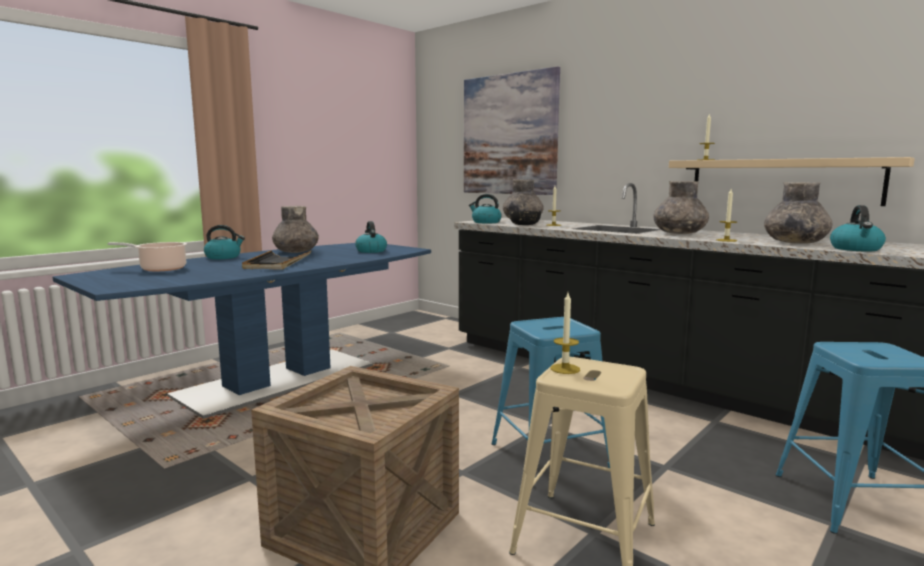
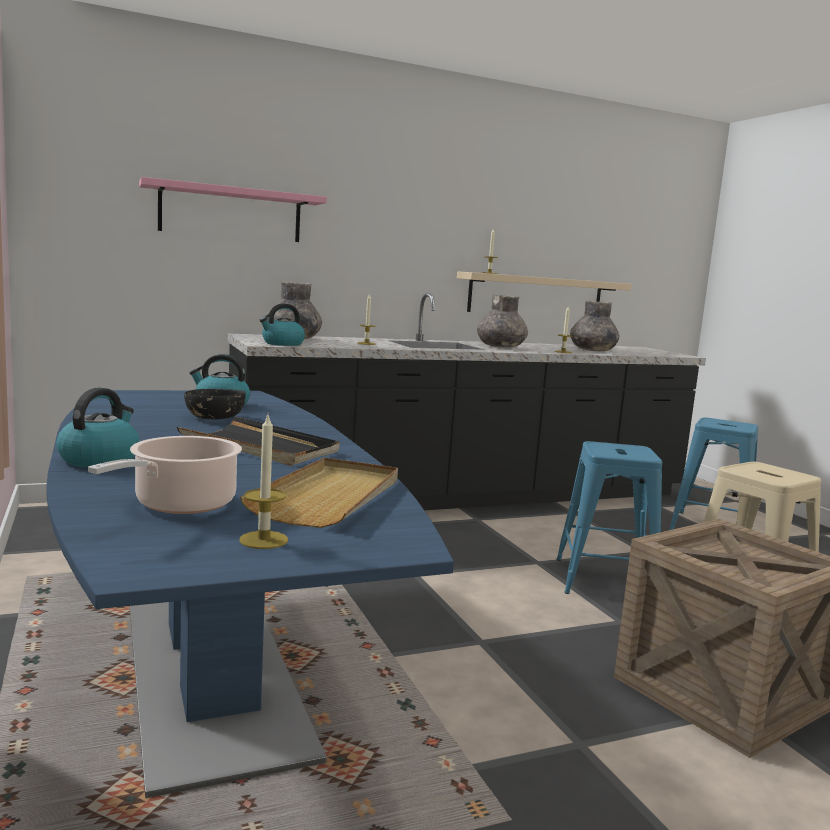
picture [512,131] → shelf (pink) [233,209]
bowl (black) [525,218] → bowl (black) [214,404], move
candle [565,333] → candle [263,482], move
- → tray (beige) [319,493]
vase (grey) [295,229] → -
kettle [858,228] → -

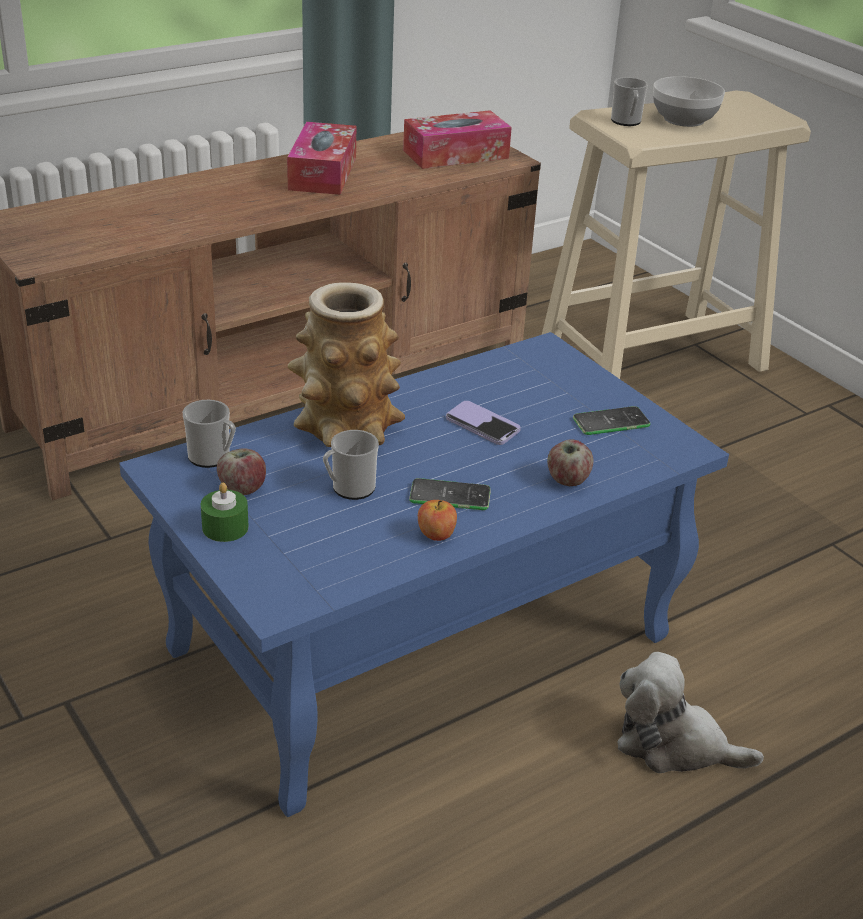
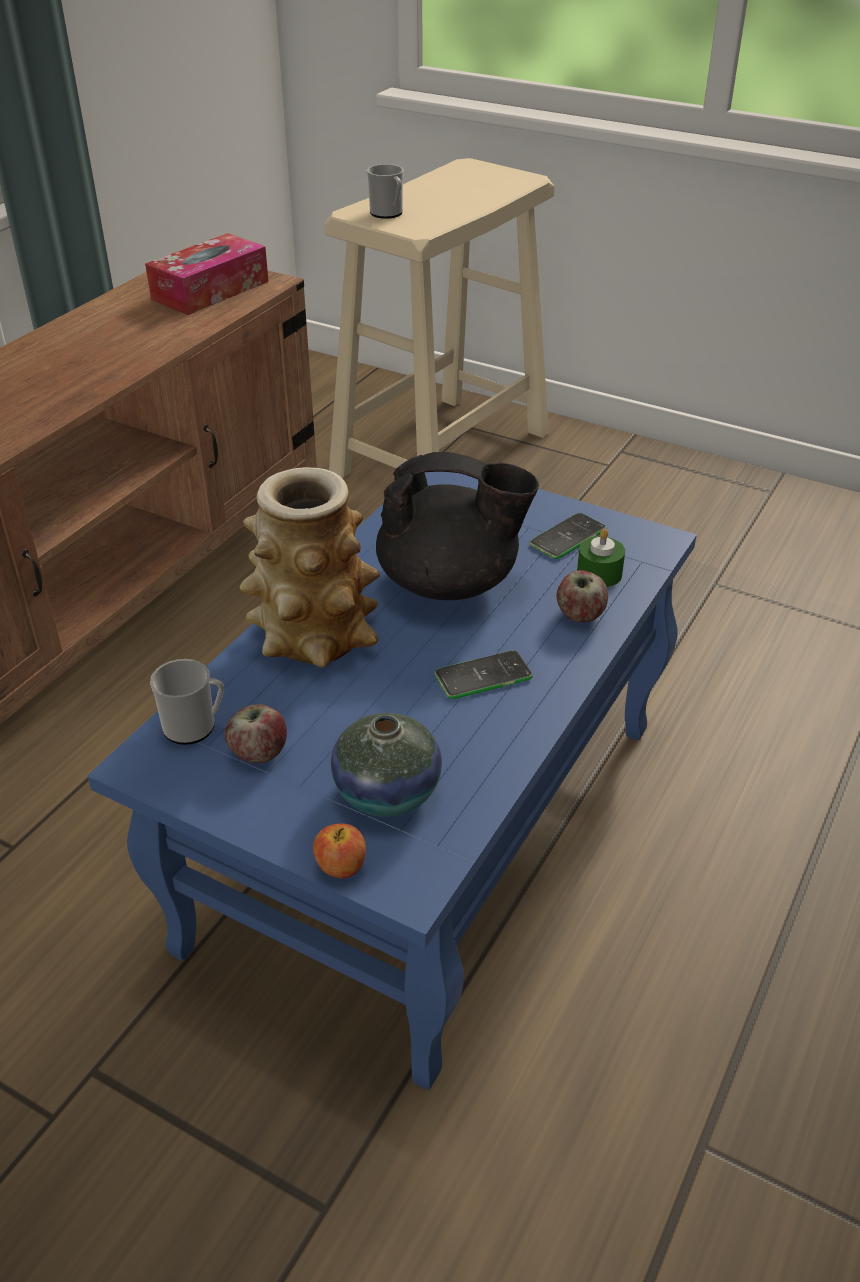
apple [437,520] → apple [339,850], move
- → vase [386,765]
phone [483,423] → teapot (black) [457,526]
candle (green) [225,512] → candle (green) [601,557], move
tissue box [321,158] → -
mug [351,465] → -
plush toy [691,712] → -
bowl [689,101] → -

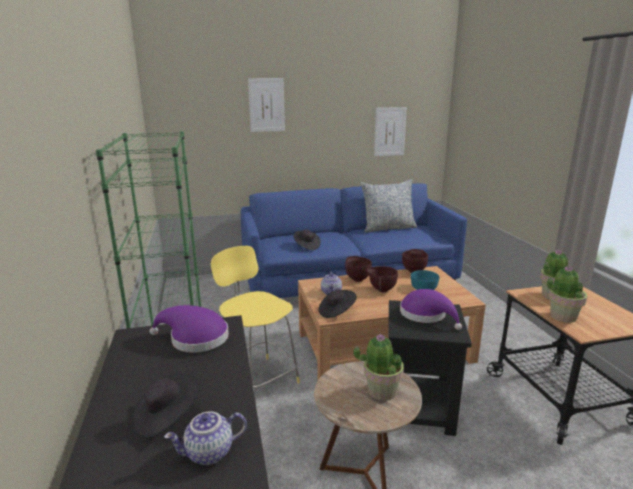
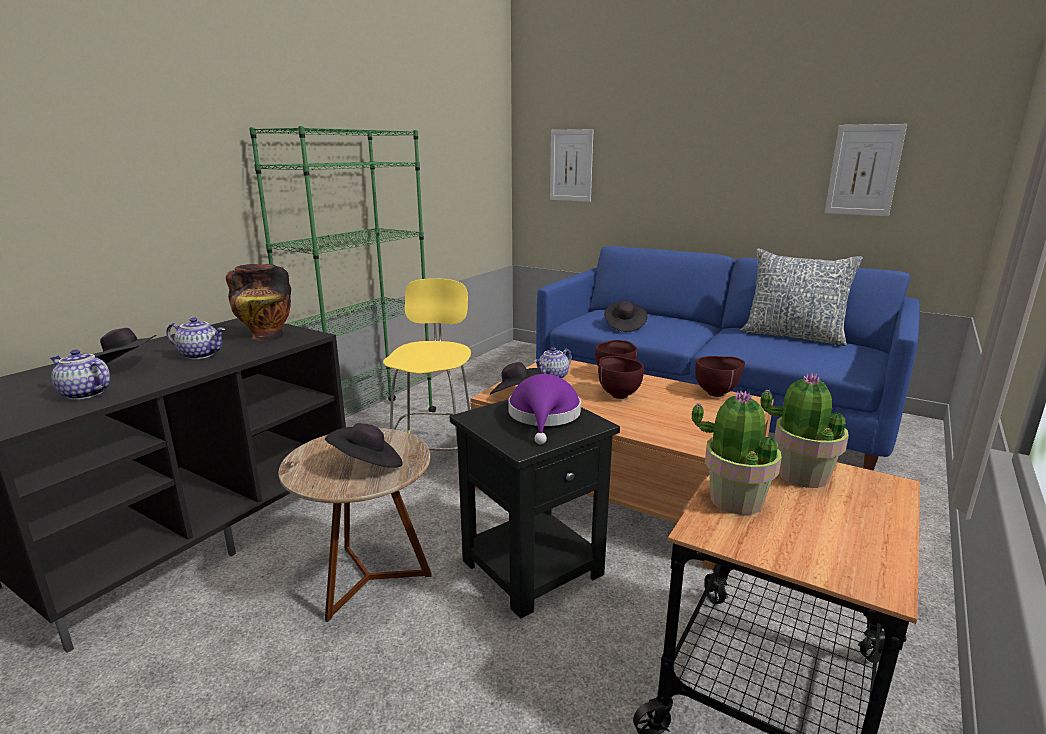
- → teapot [196,338]
hat (purple) [189,329] → vase [258,302]
potted plant [379,367] → hat (black) [364,445]
picture [266,105] → picture [572,165], move
bowl (turquoise) [425,280] → -

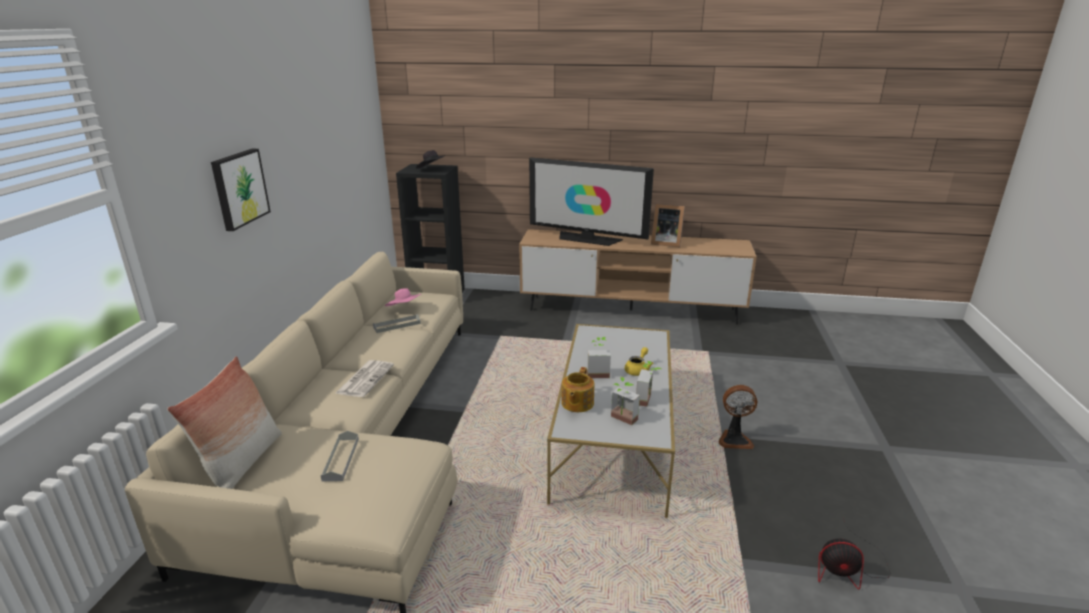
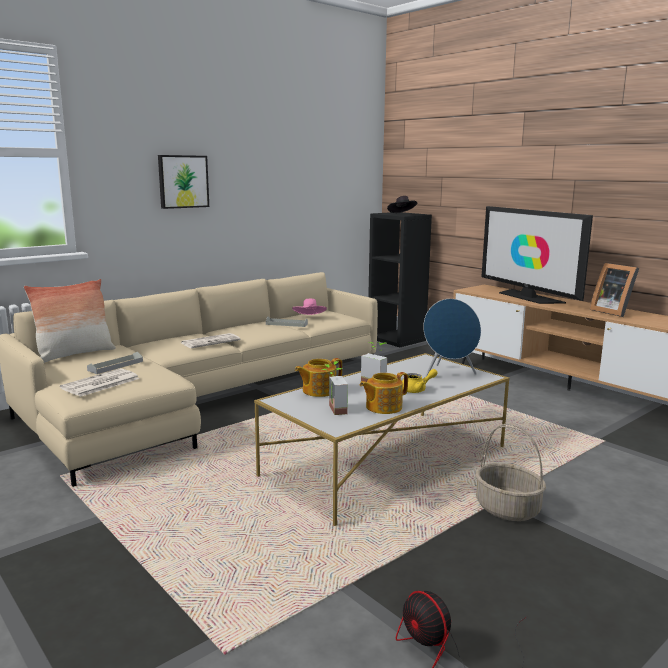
- → newspaper [100,382]
potted plant [648,384] → teapot [384,393]
- → speaker (blue) [452,338]
fan [738,417] → basket [510,472]

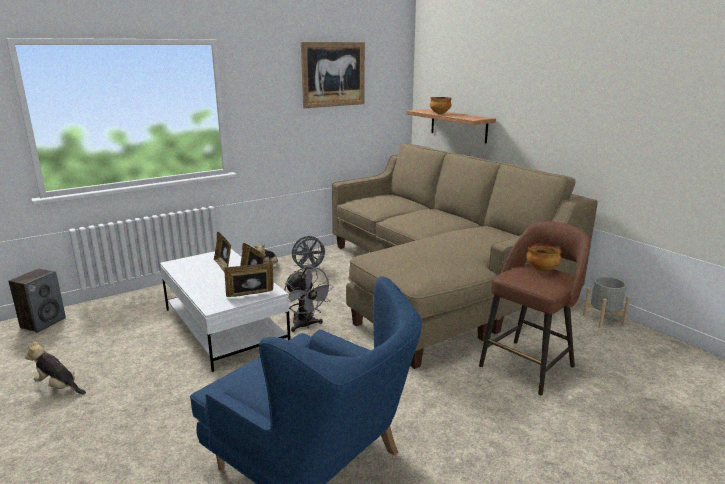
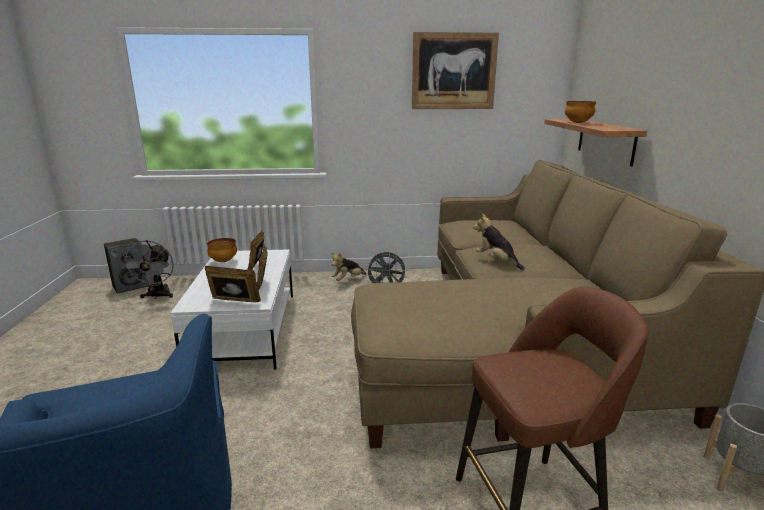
fan (grey) [309,299] → fan (grey) [148,269], move
bowl [544,256] → bowl [222,250], move
plush toy [55,367] → plush toy [499,241], move

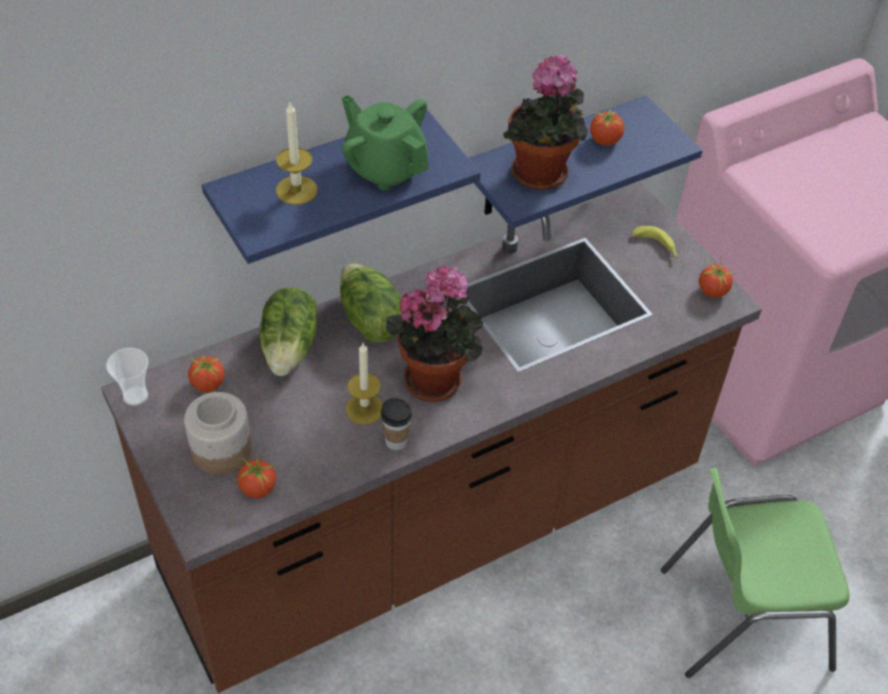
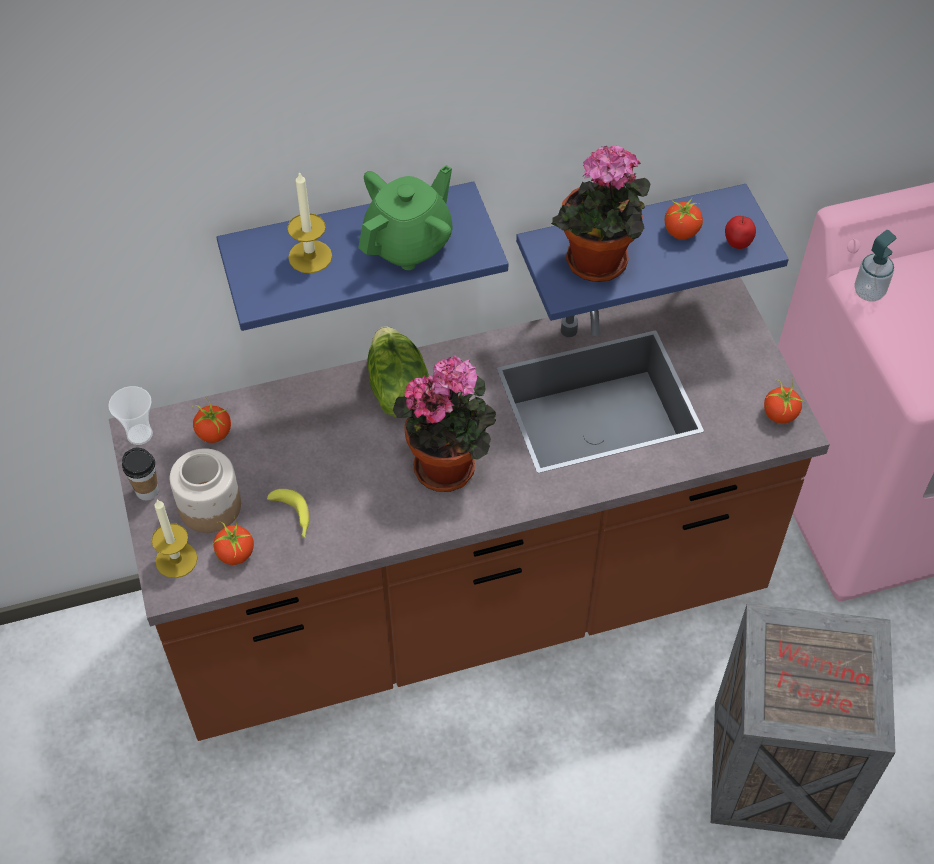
cup [396,424] → cup [140,474], move
candle [364,383] → candle [174,538], move
banana [655,241] → banana [288,513], move
teapot (green) [385,143] → teapot (green) [405,217], 75 degrees clockwise
chair (green) [755,573] → crate [803,721]
- → apple [740,232]
- → soap dispenser [875,265]
lettuce [288,331] → -

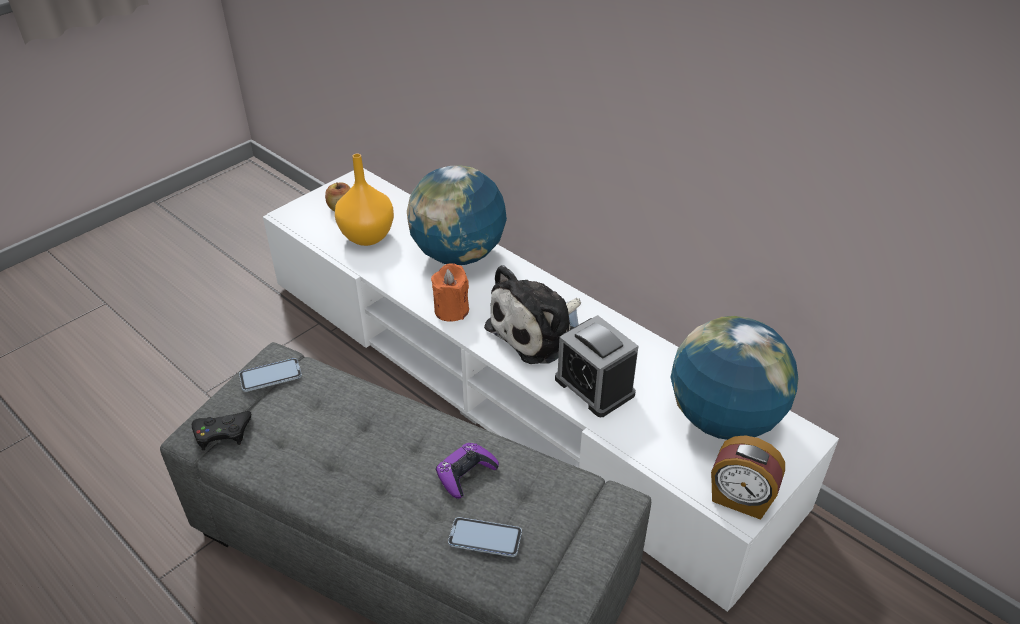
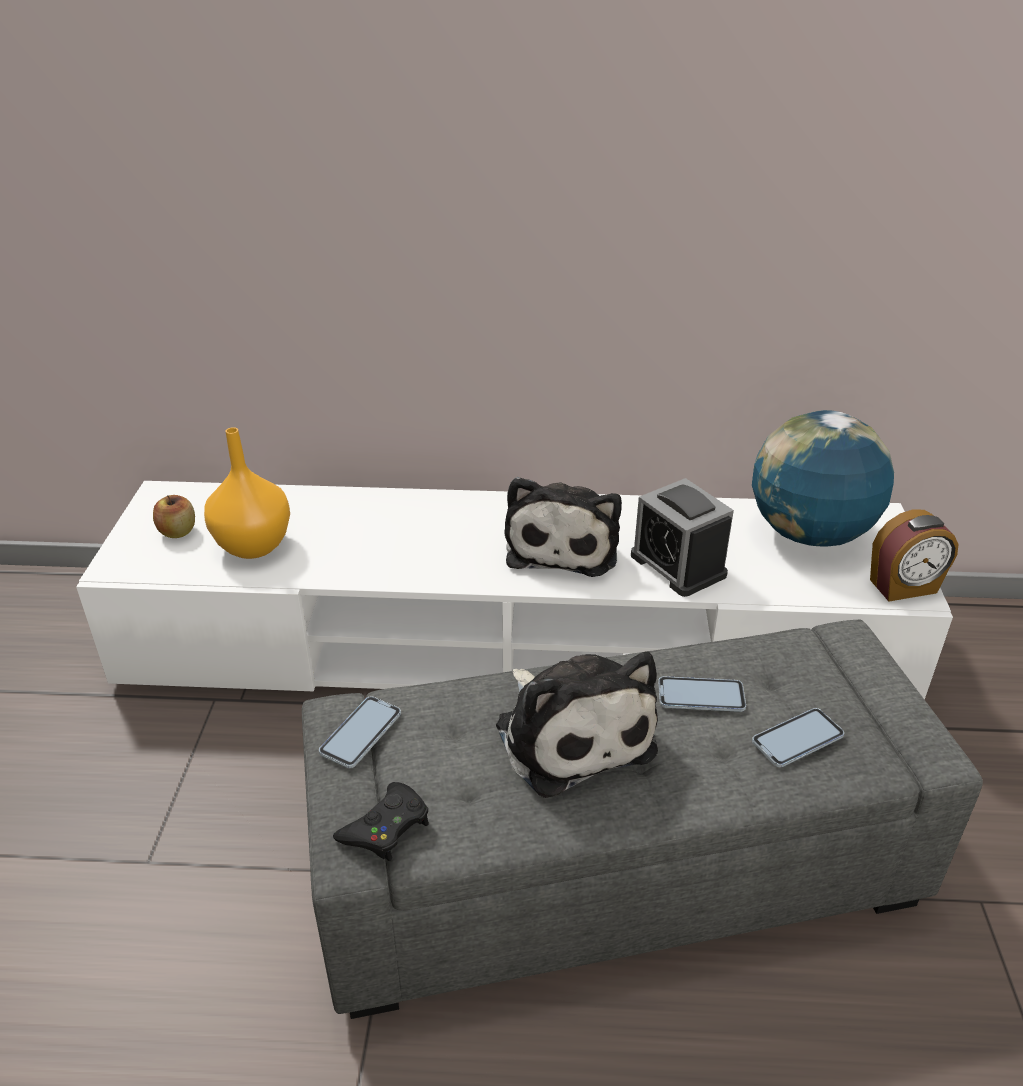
- → plush toy [577,725]
alarm clock [596,366] → alarm clock [682,537], 45 degrees clockwise
game controller (purple) [467,471] → phone [702,694]
globe [457,215] → -
candle (orange) [450,292] → -

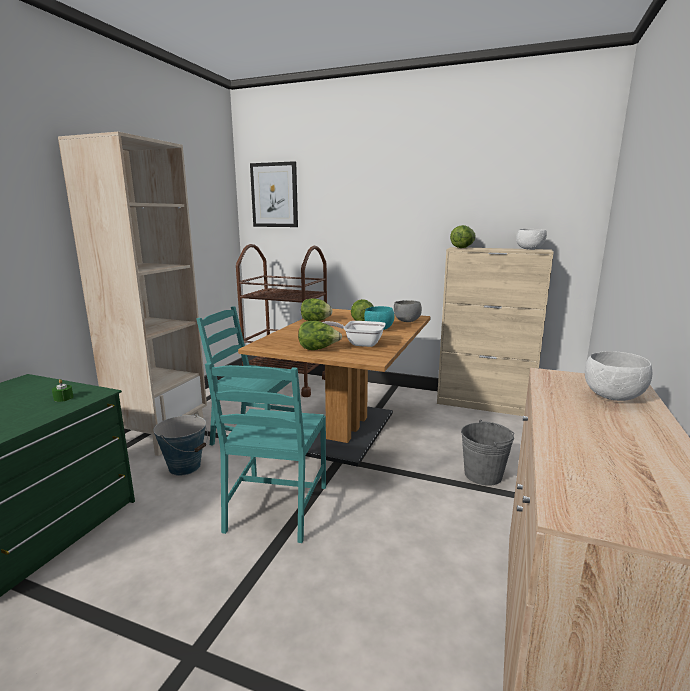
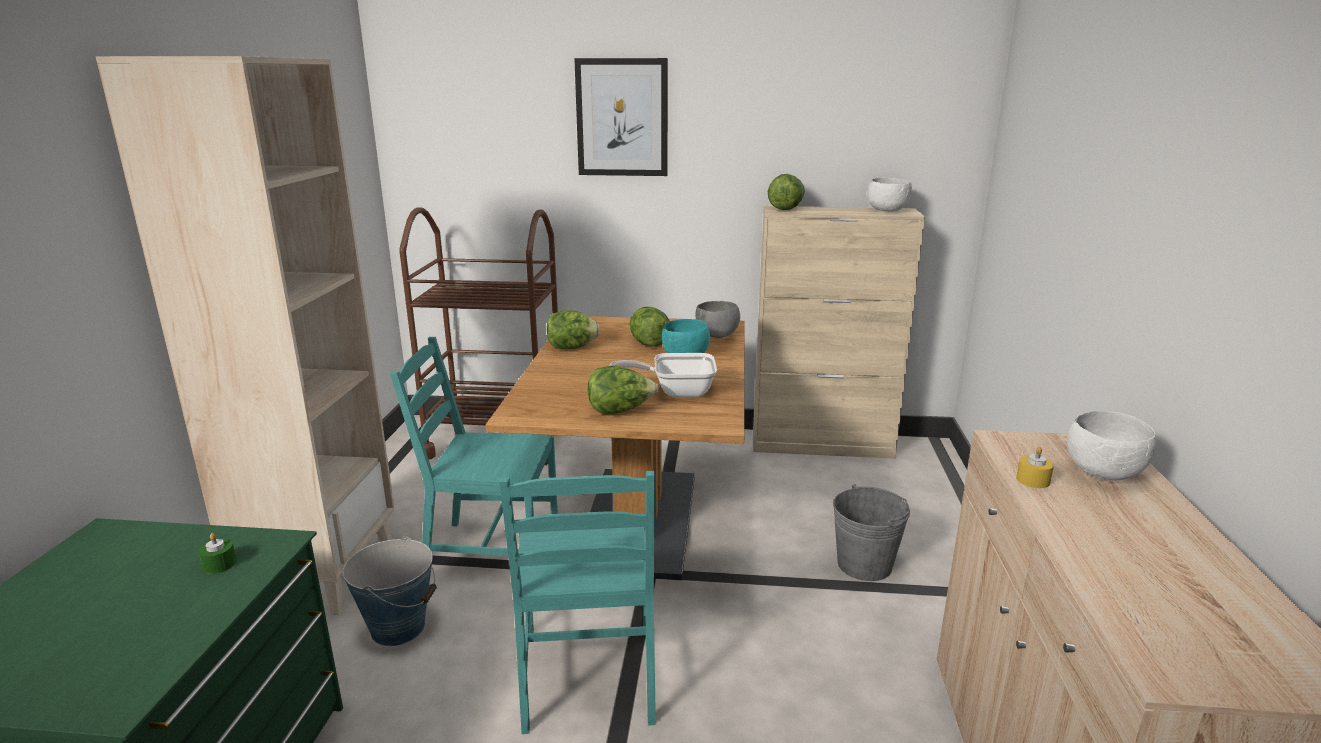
picture [274,194] → picture [621,117], move
- → candle (yellow) [1035,467]

